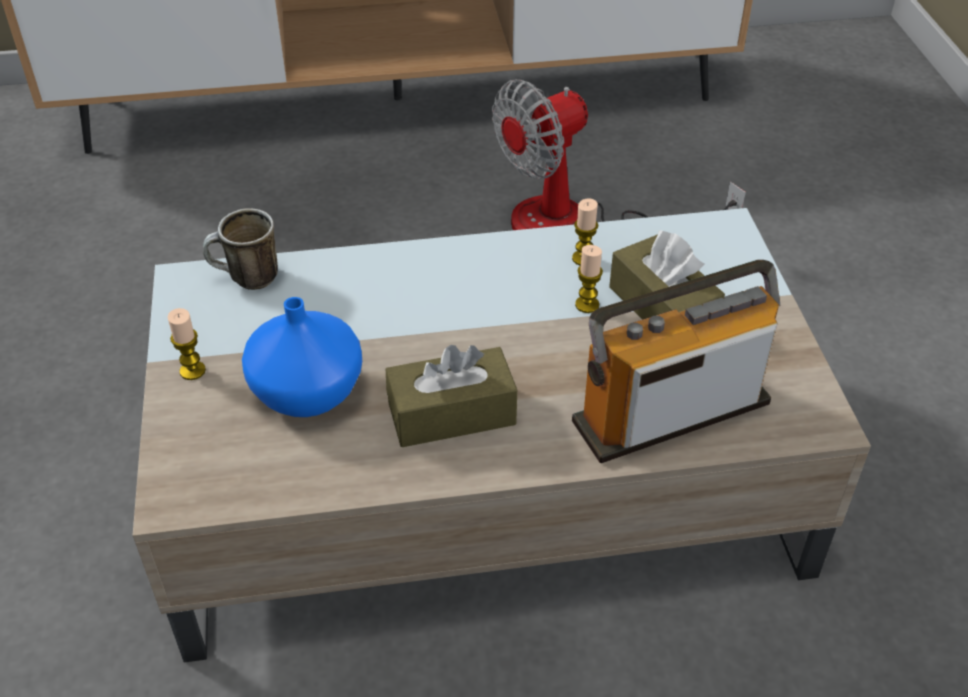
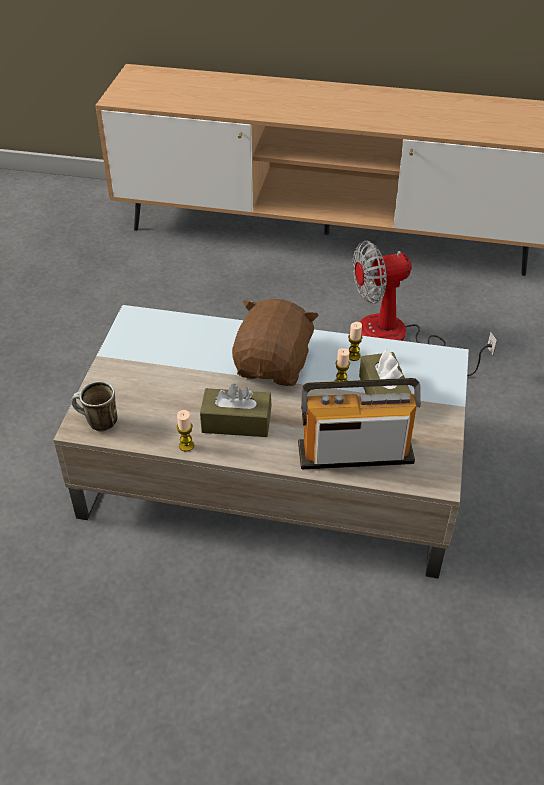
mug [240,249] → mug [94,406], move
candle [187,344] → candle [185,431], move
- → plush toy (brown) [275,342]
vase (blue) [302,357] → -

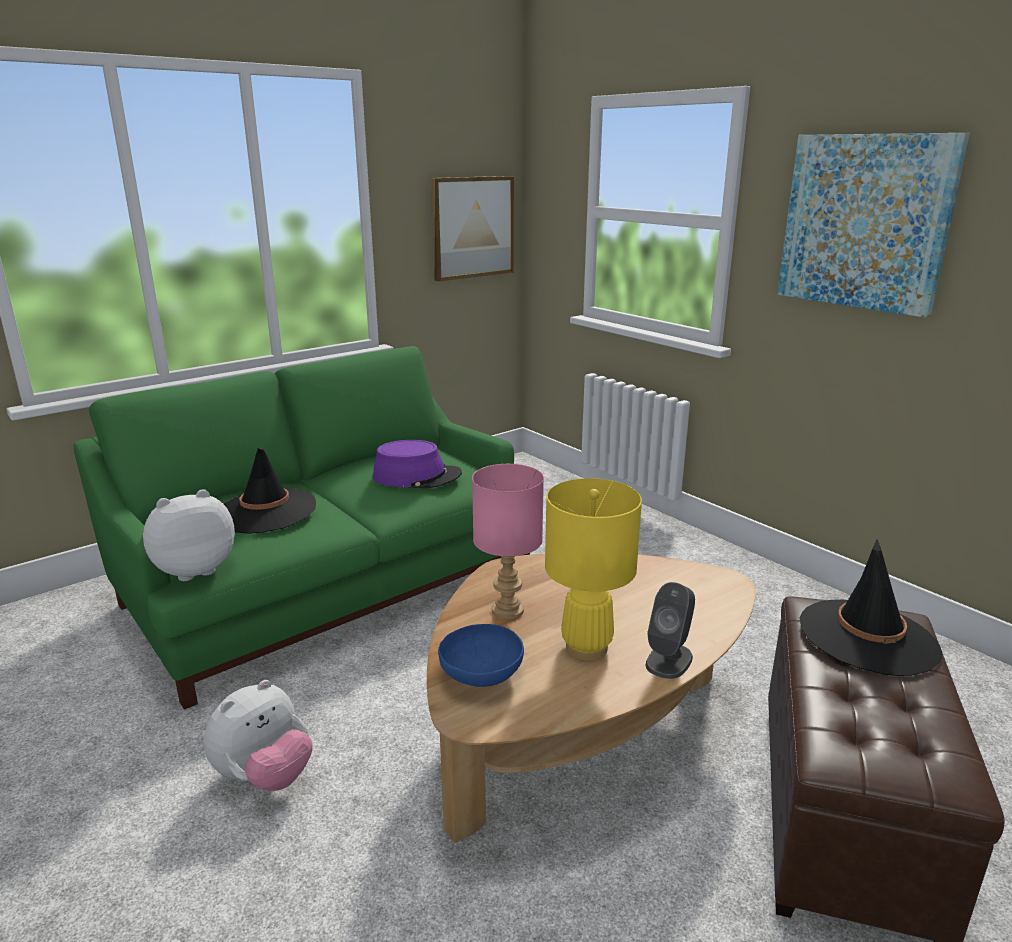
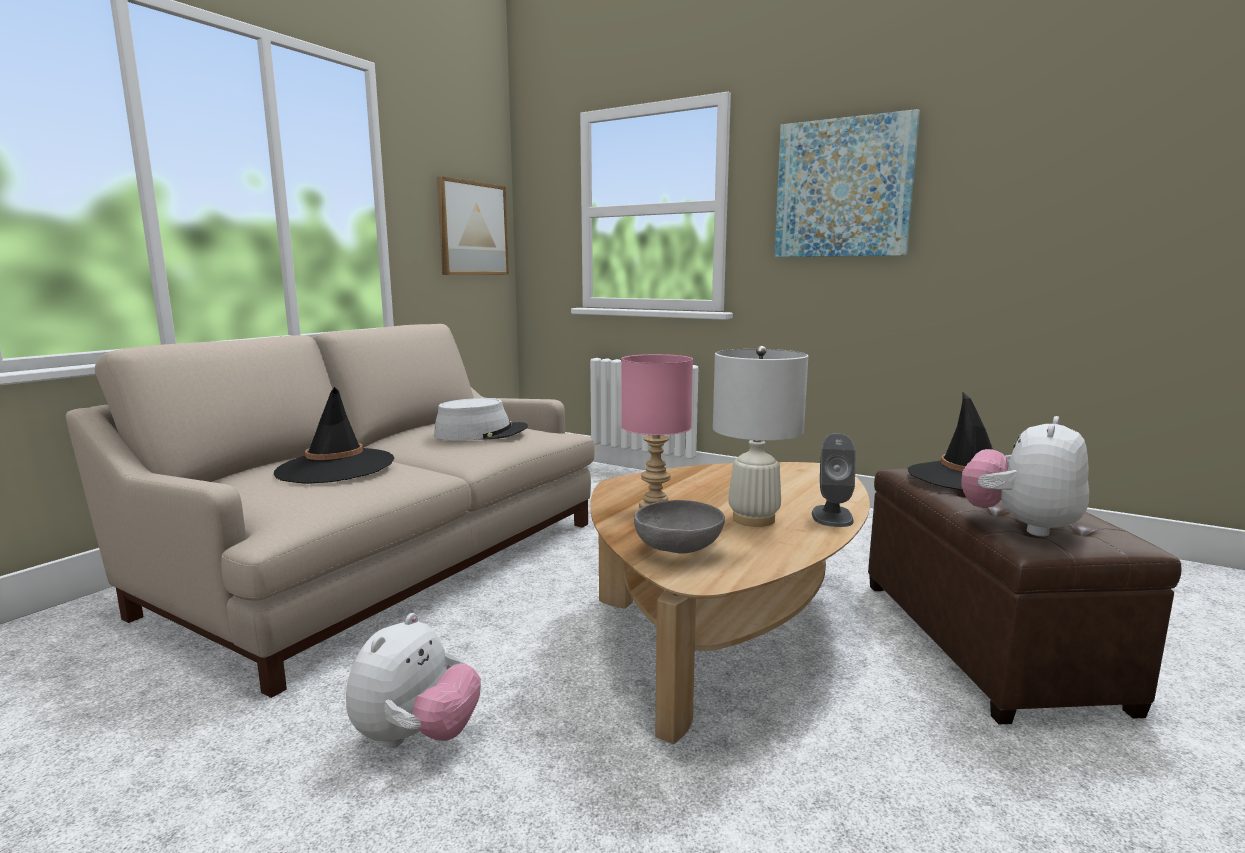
sofa (green) [302,528] → sofa (beige) [330,511]
hat (purple) [417,464] → hat (grey) [481,419]
bowl (blue) [481,655] → bowl (grey) [679,527]
table lamp (yellow) [593,569] → table lamp (white) [760,436]
plush toy [189,535] → plush toy [1025,476], move

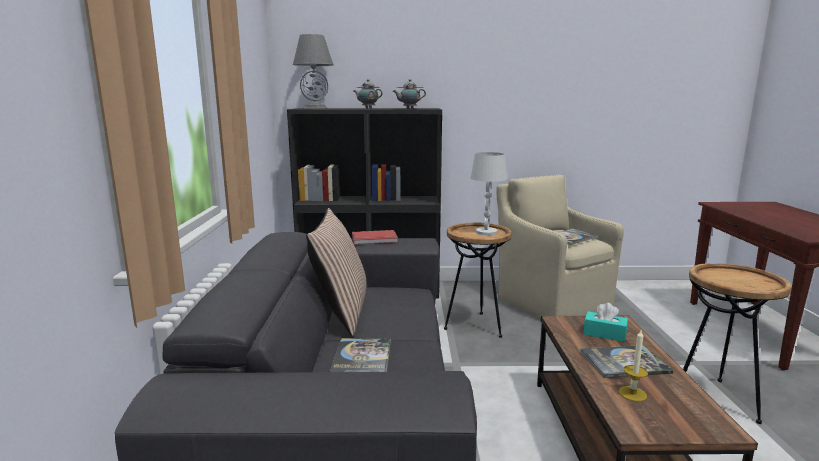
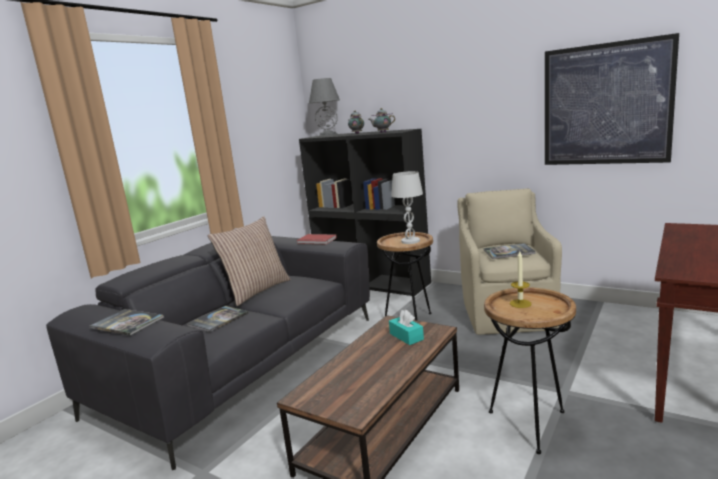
book [627,361] → book [127,322], move
candle [633,365] → candle [521,279], move
- → picture [612,99]

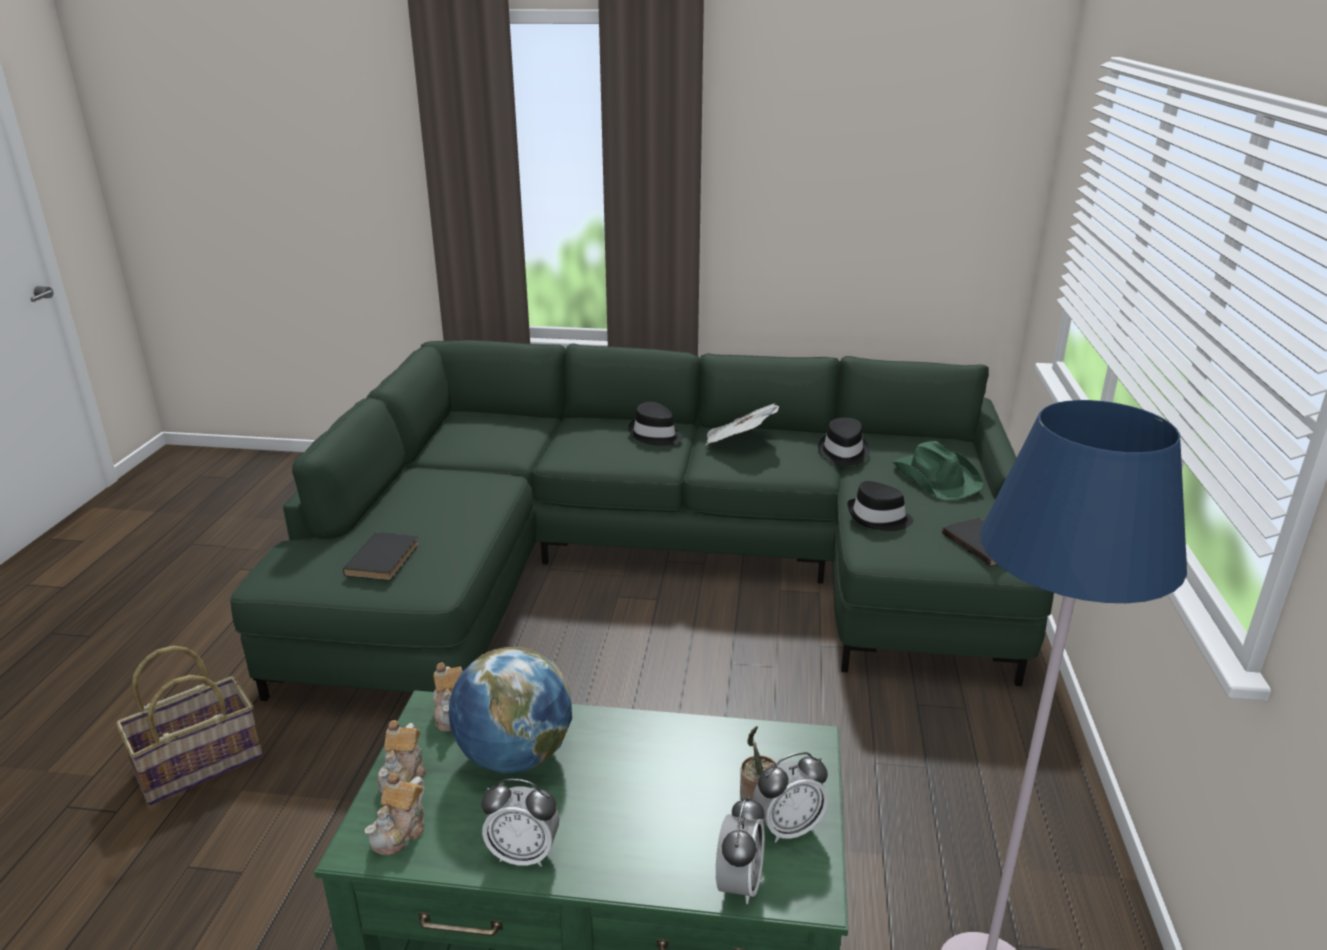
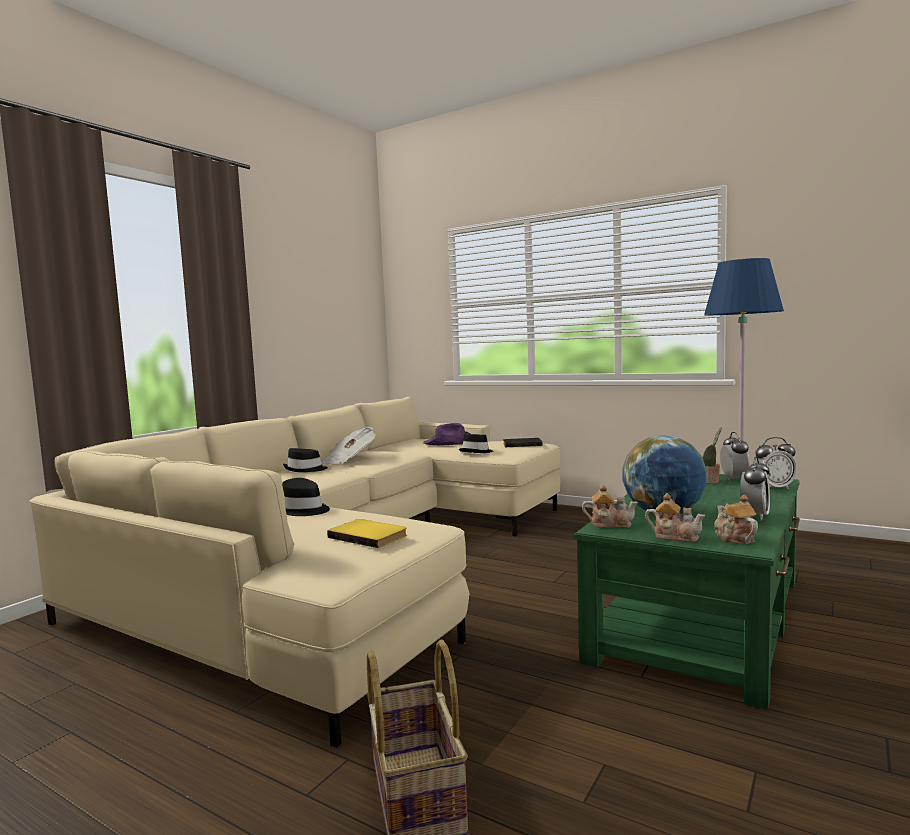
sofa (green) [642,520] → sofa (beige) [295,572]
hat (black) [844,442] → hat (black) [306,497], move
book (black) [381,556] → book (yellow) [367,533]
hat (green) [938,471] → hat (purple) [446,434]
teapot [395,814] → teapot [736,519], 150 degrees counterclockwise
alarm clock [740,850] → alarm clock [775,463], 135 degrees clockwise

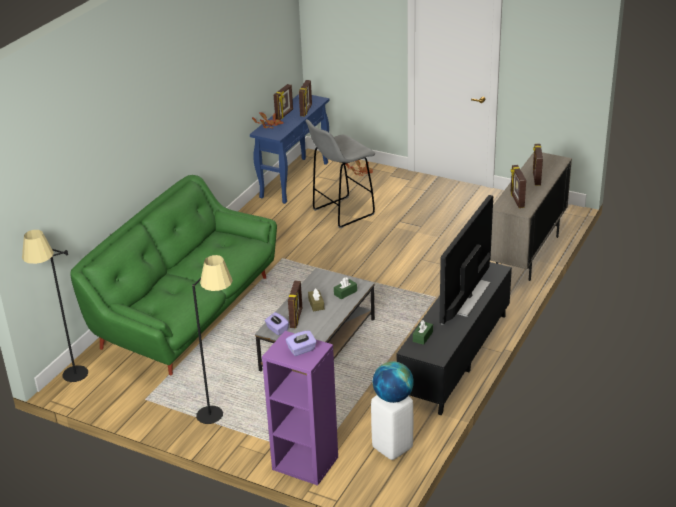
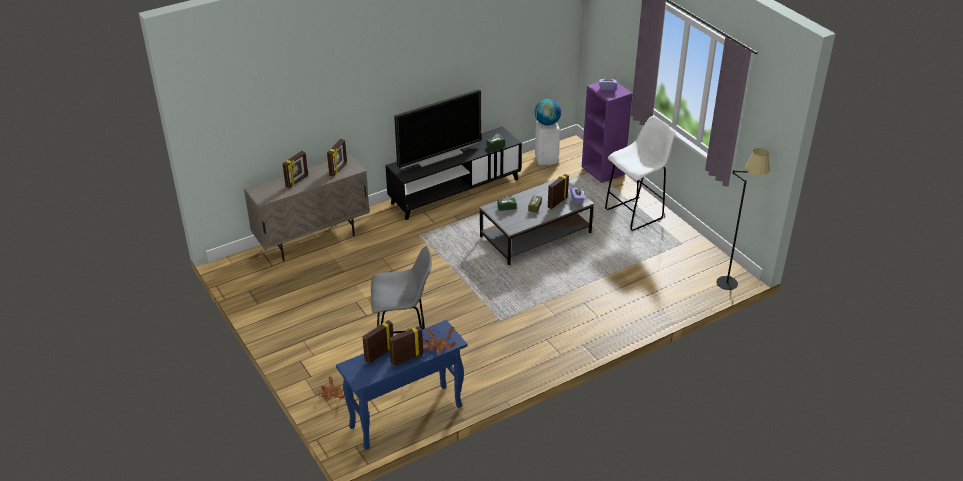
floor lamp (black) [212,339] → stool (white) [640,174]
sofa (green) [173,275] → -

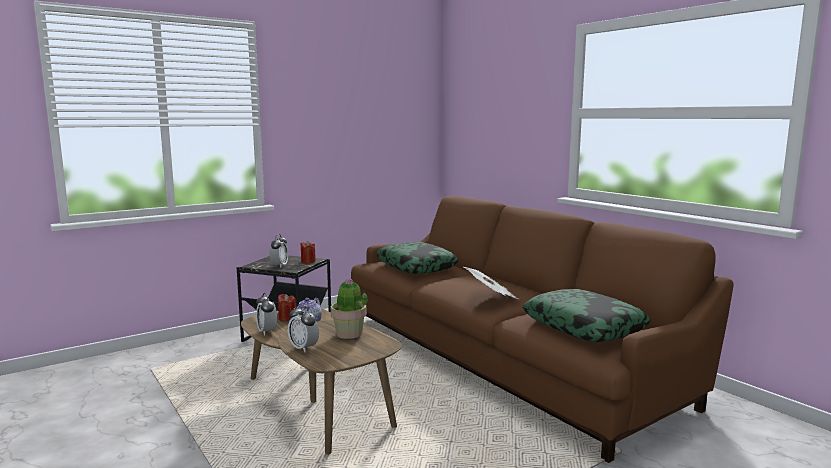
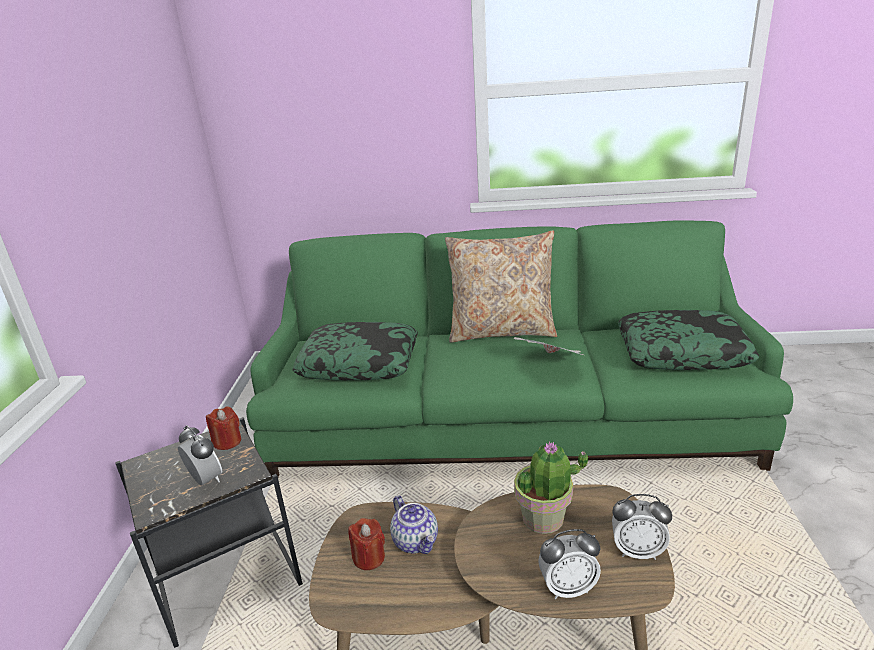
sofa (brown) [542,329] → sofa (green) [519,349]
- → pillow (beige) [501,286]
alarm clock [266,314] → alarm clock [642,527], move

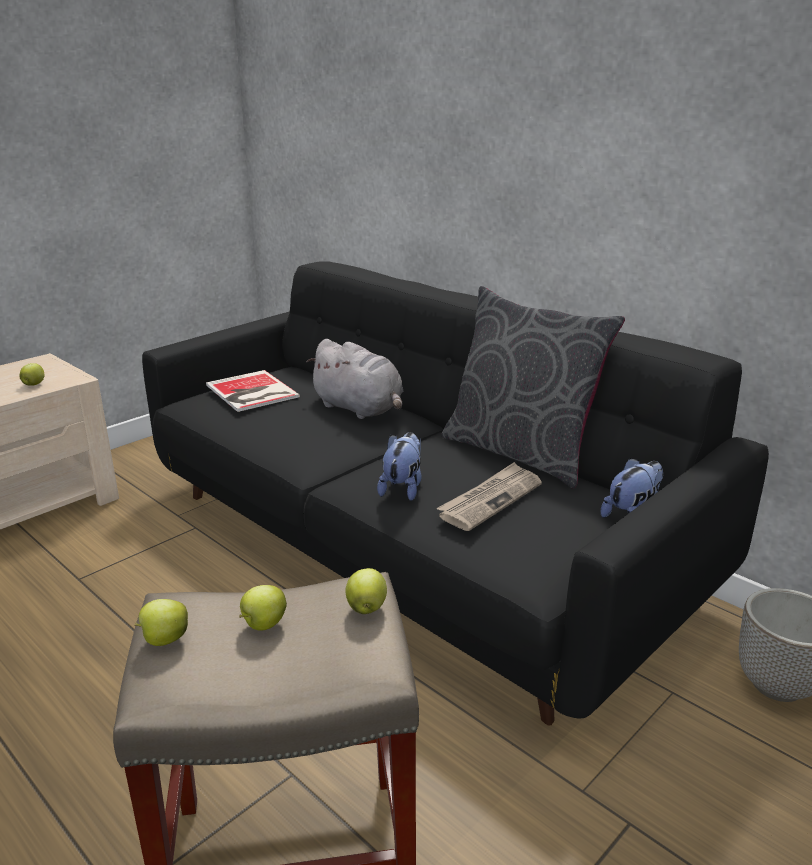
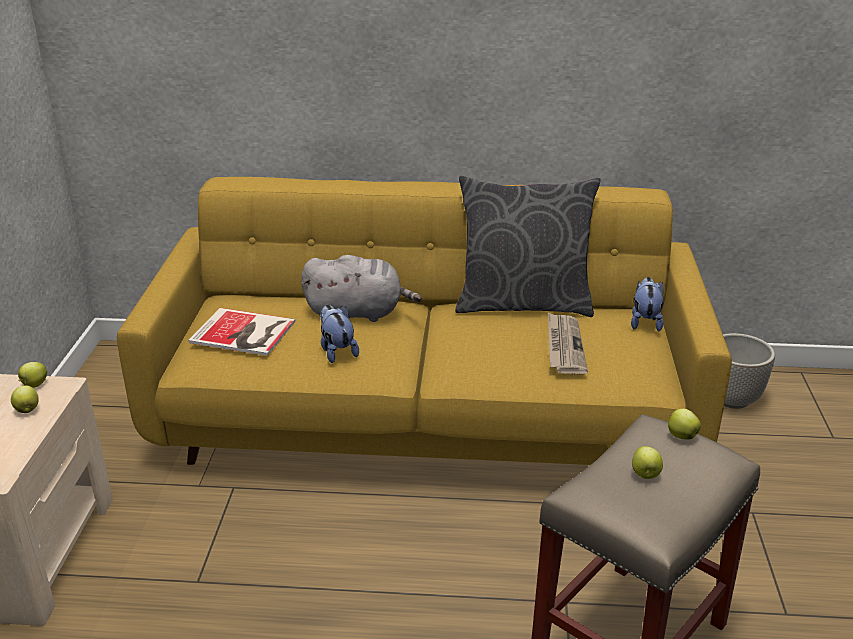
apple [161,622] → apple [32,375], move
sofa (black) [455,493] → sofa (yellow) [424,321]
plush toy [399,466] → plush toy [339,334], move

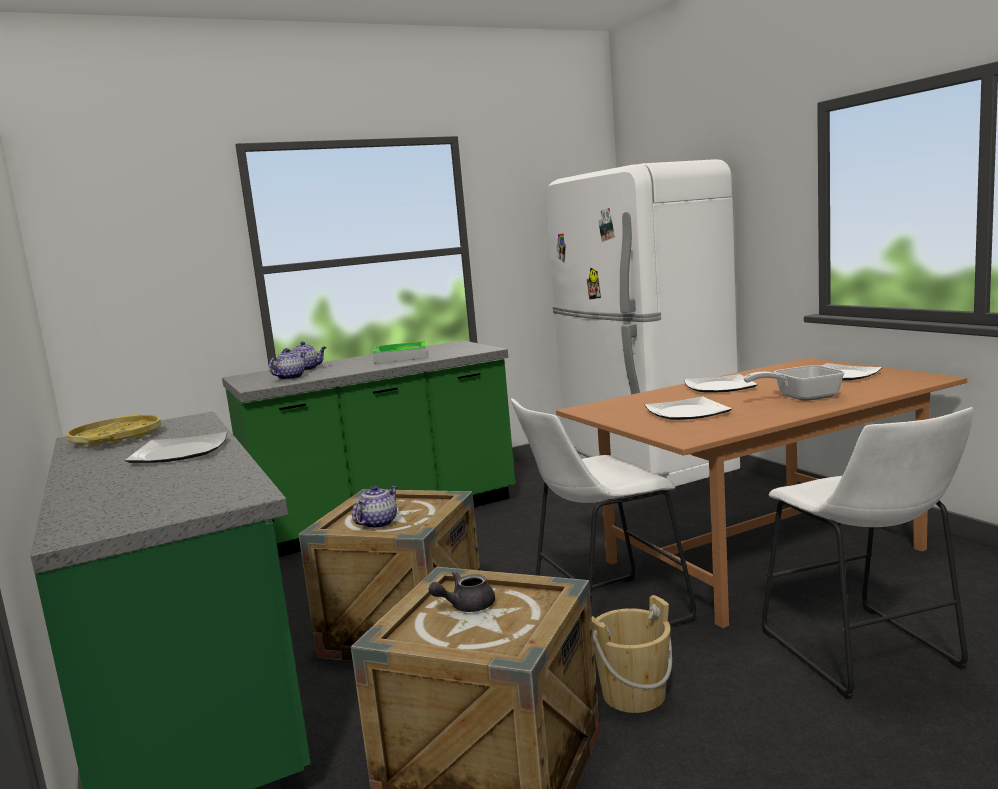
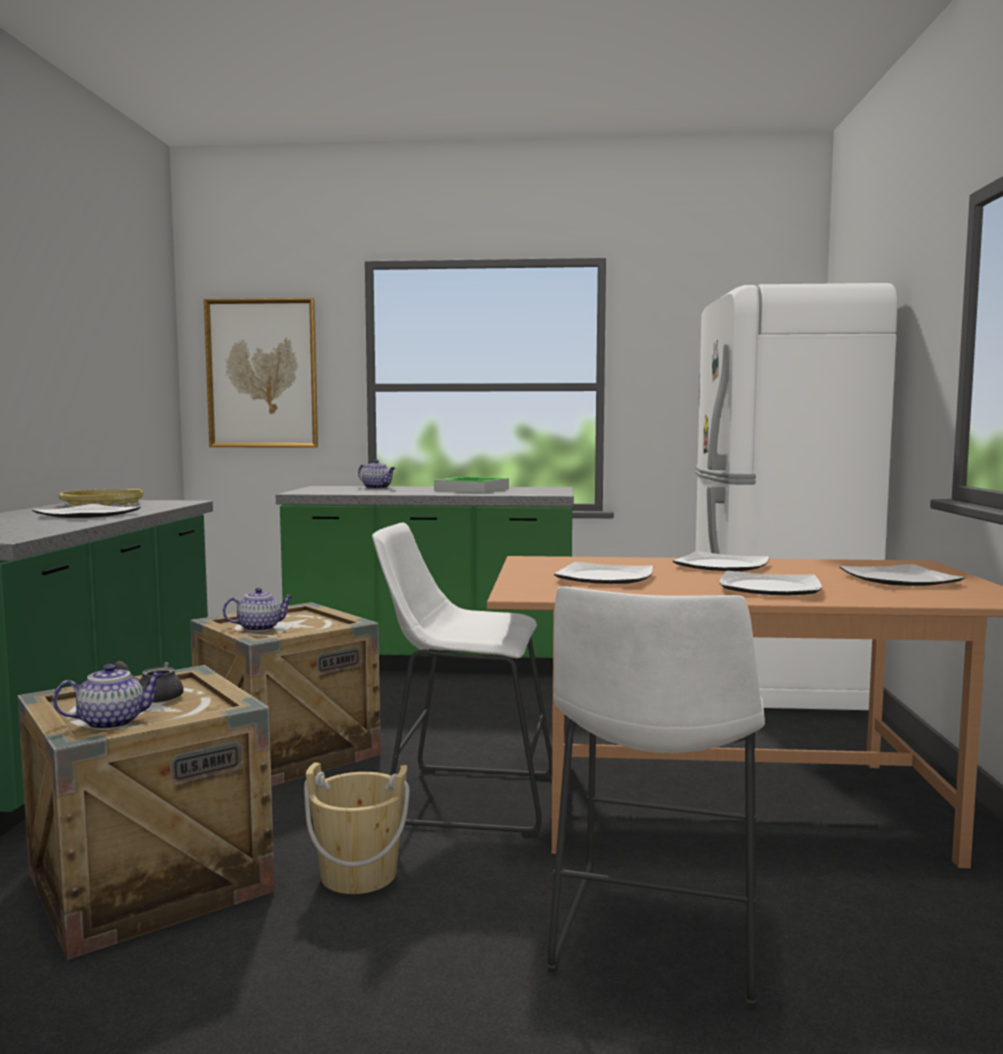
teapot [287,364] → teapot [108,697], move
- → picture [261,373]
frying pan [794,383] → plate [771,583]

